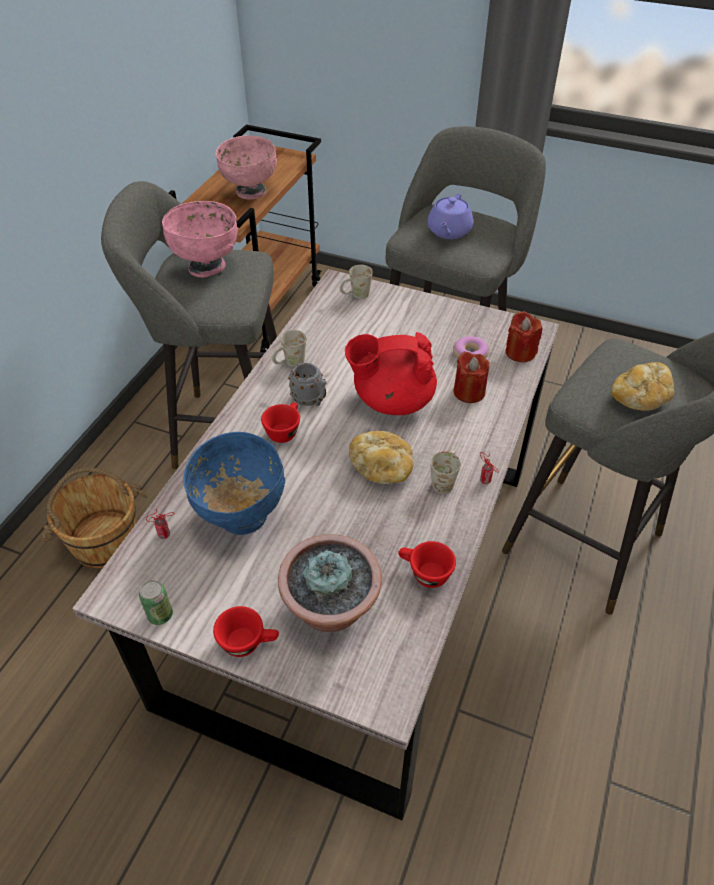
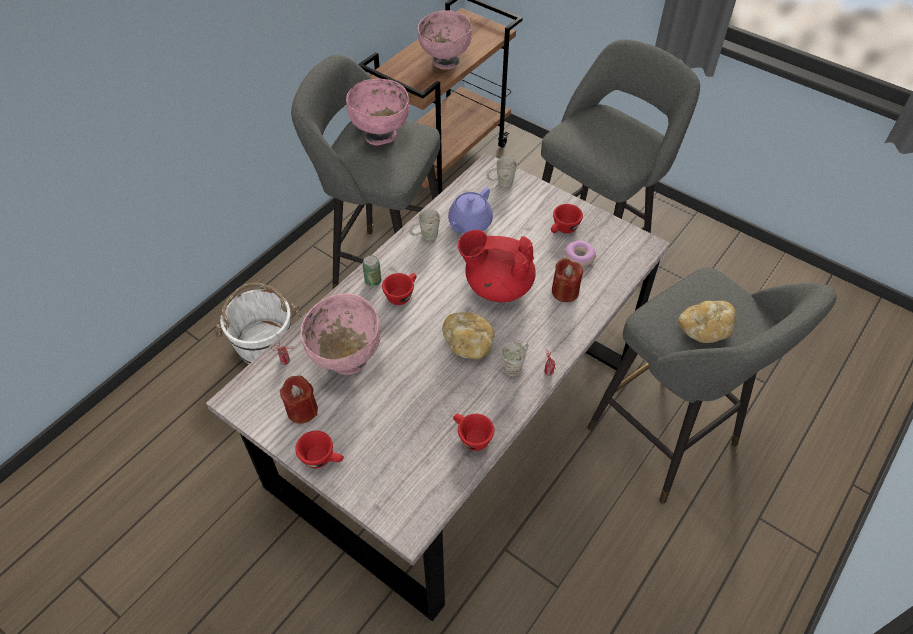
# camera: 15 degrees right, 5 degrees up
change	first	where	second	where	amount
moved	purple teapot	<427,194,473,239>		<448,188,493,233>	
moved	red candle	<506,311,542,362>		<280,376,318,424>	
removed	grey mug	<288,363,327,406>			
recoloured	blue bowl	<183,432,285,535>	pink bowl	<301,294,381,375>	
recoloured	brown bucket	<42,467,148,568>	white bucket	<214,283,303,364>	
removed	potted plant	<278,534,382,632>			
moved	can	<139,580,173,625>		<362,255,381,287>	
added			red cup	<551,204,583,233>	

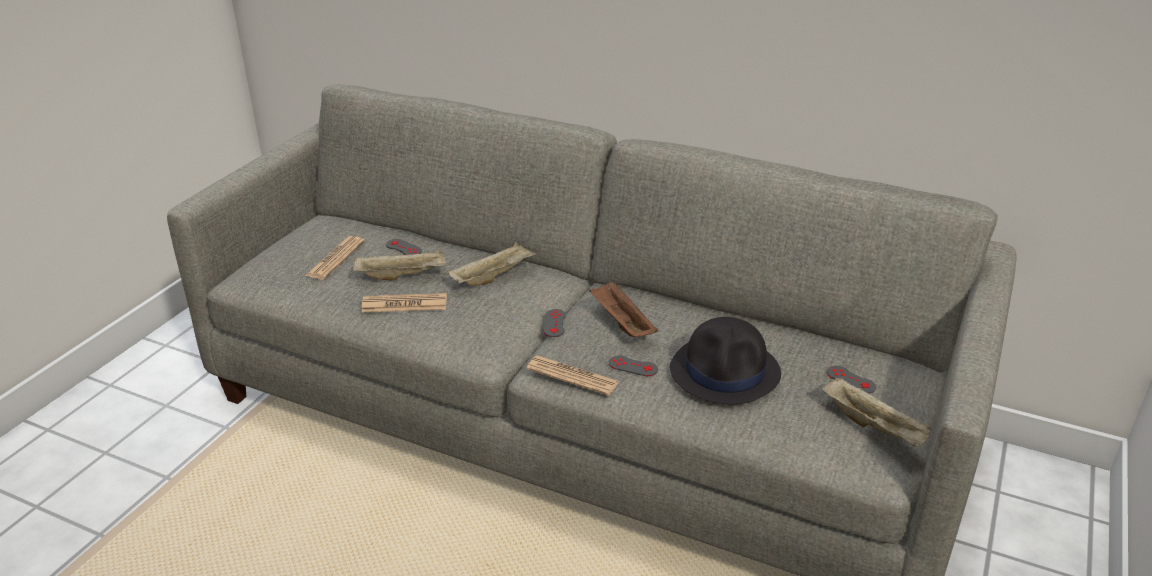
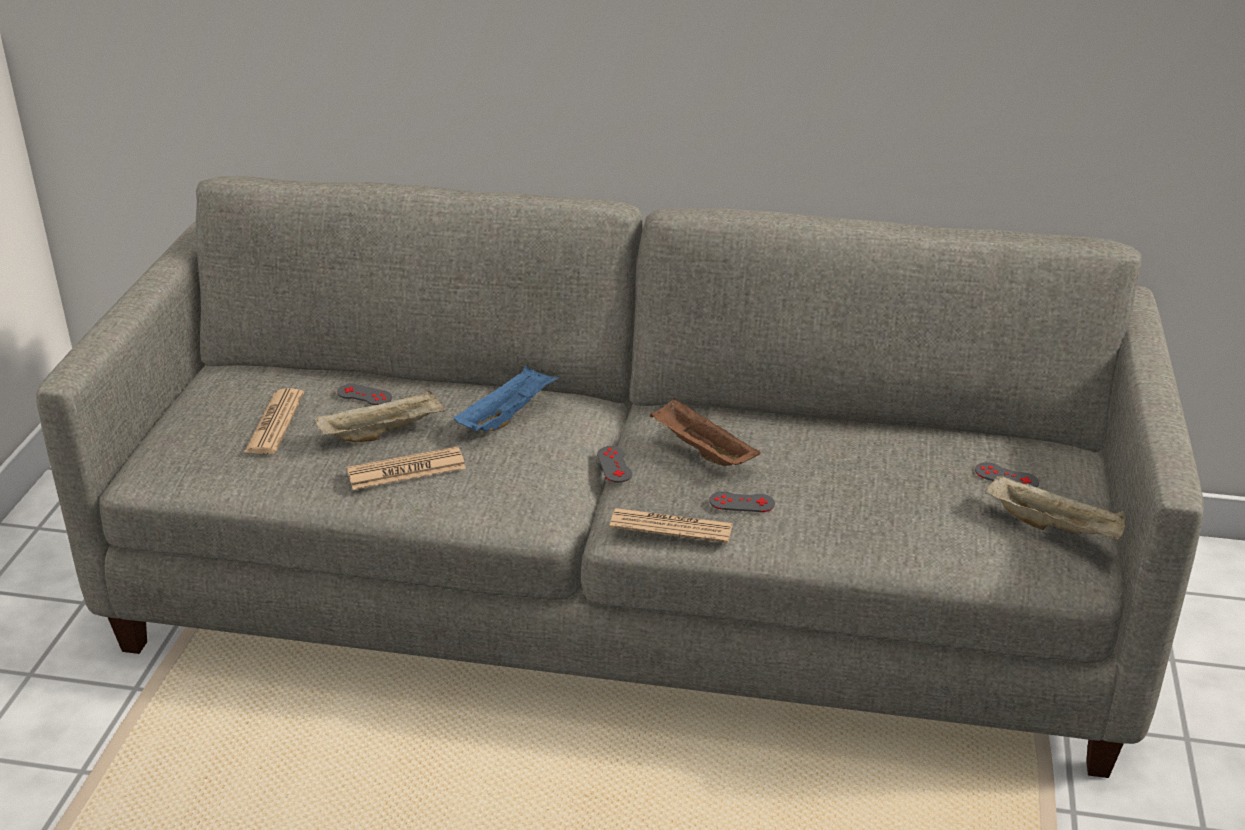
# camera: 15 degrees left, 0 degrees up
change	first	where	second	where	amount
recoloured	beige tray	<448,242,537,286>	blue tray	<453,366,559,432>	
removed	black hat	<670,317,781,405>			

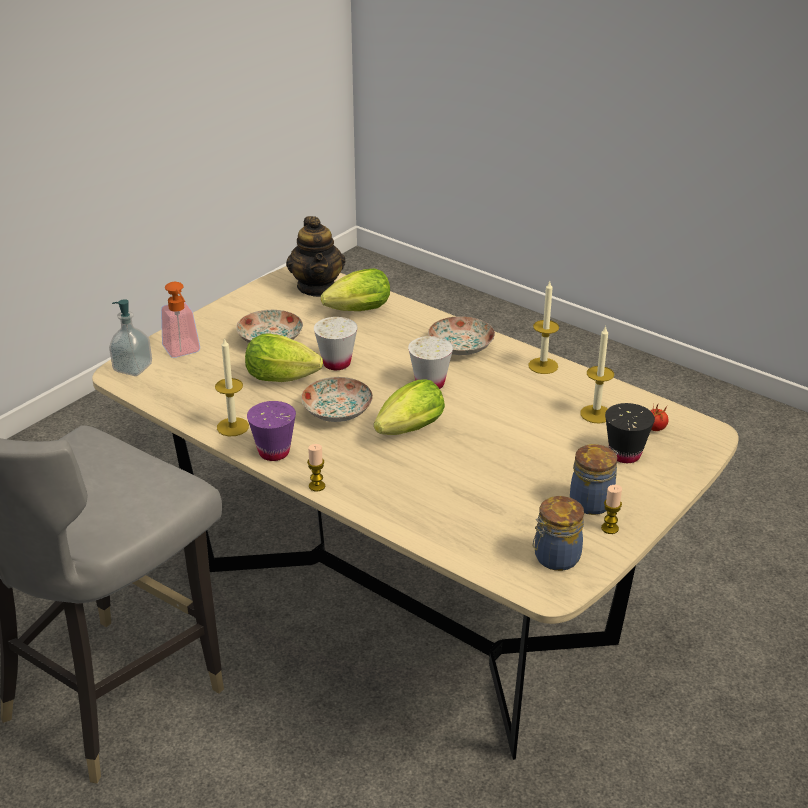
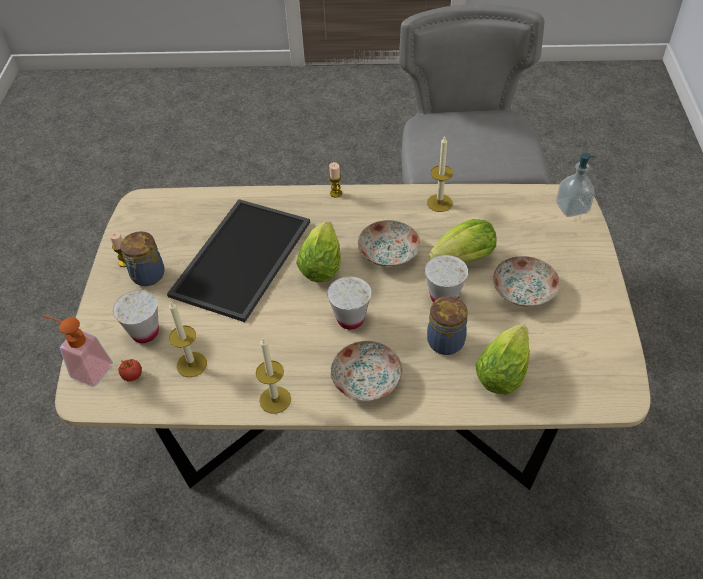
# camera: 145 degrees right, 15 degrees up
change	first	where	second	where	amount
removed	teapot	<286,216,345,297>			
moved	soap dispenser	<161,282,200,358>		<42,315,113,387>	
removed	purple cup	<247,401,296,461>			
recoloured	black cup	<605,403,655,463>	white cup	<113,290,159,343>	
moved	jar	<533,496,584,571>		<427,296,468,355>	
added			tray	<167,199,310,322>	

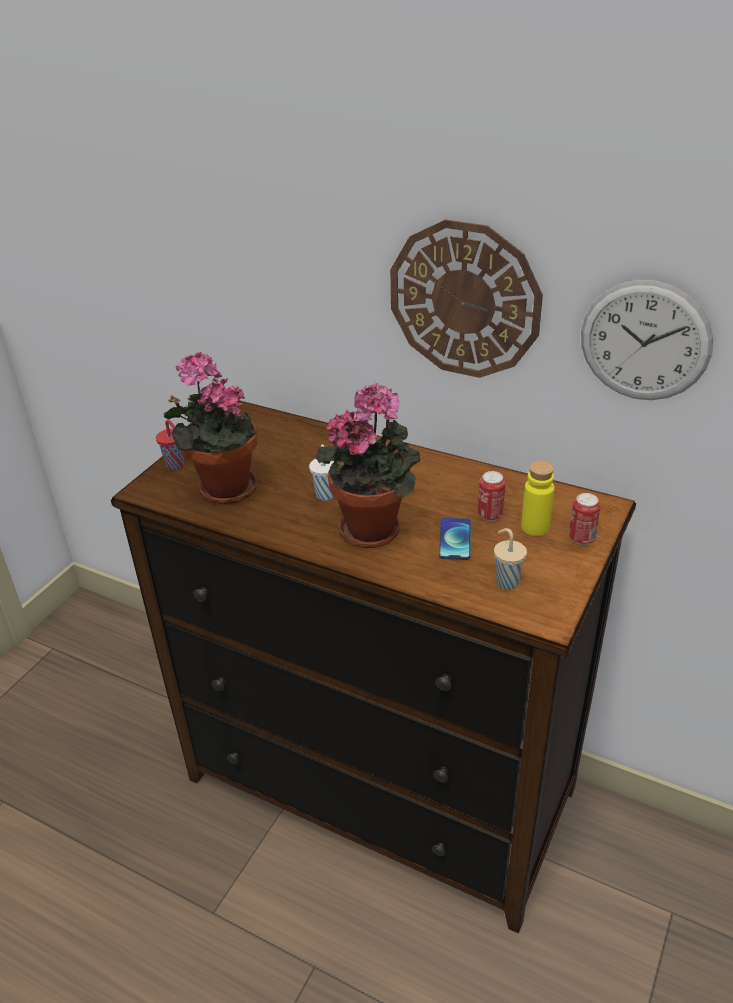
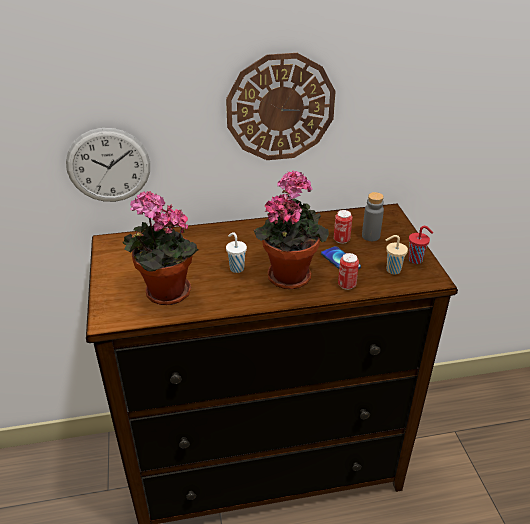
# camera: 40 degrees left, 0 degrees up
change	first	where	second	where	amount
moved	wall clock	<581,280,713,400>		<66,128,150,202>	
moved	red cup	<156,420,184,470>		<408,226,433,264>	
recoloured	yellow bottle	<521,461,555,536>	grey bottle	<362,192,384,241>	
moved	can	<569,493,600,545>		<338,253,359,290>	

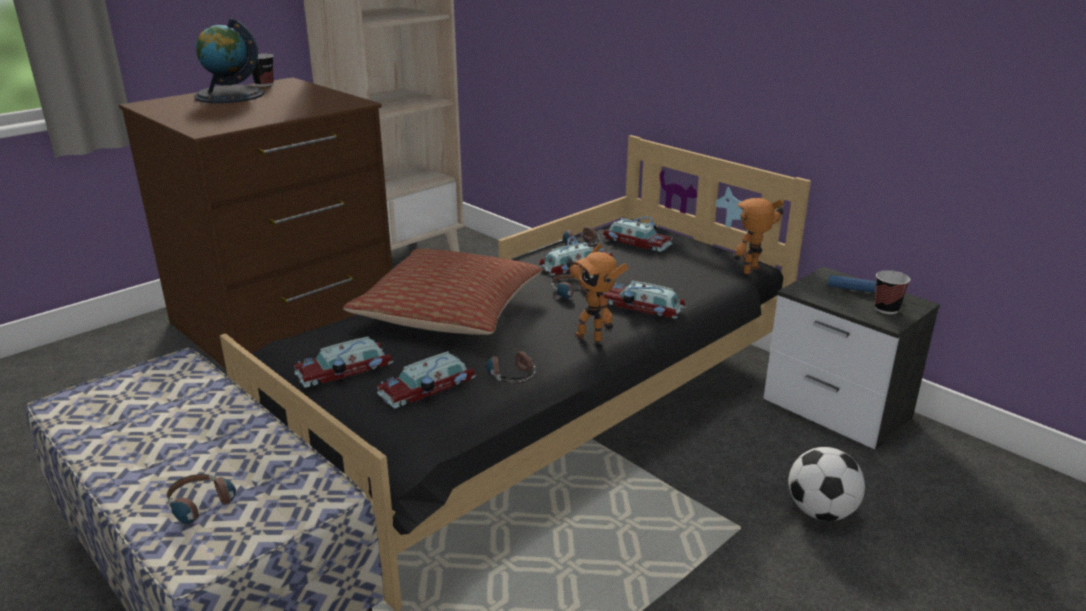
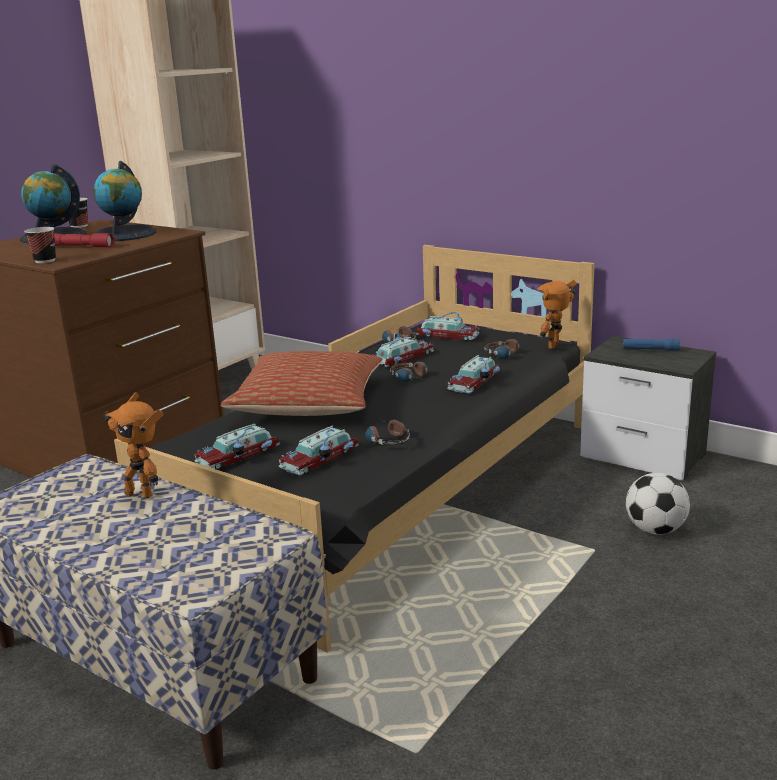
# camera: 10 degrees left, 5 degrees down
change	first	where	second	where	amount
moved	toy robot	<565,243,629,342>		<103,392,163,498>	
moved	cup	<875,270,910,314>		<24,227,56,263>	
turned	toy car	<603,281,686,319>		<447,355,500,393>	75 degrees counterclockwise
moved	headphones	<165,473,236,527>		<484,339,524,359>	
added			globe	<94,161,157,241>	
added			red flashlight	<54,233,115,247>	

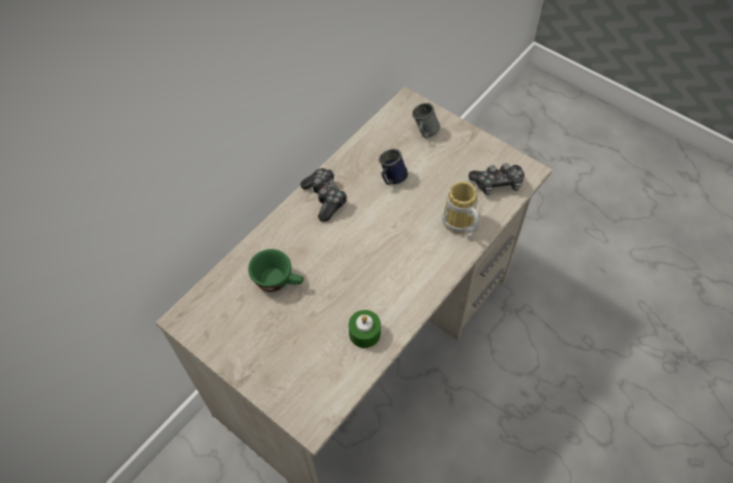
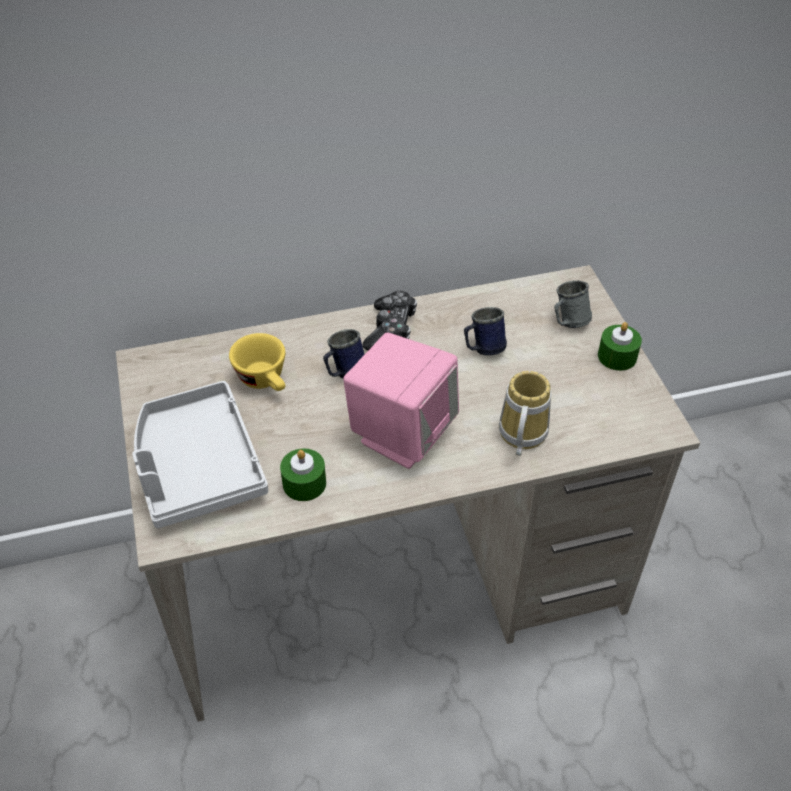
# camera: 35 degrees right, 10 degrees down
change	first	where	second	where	amount
removed	game controller	<468,163,524,195>			
recoloured	green cup	<248,249,304,292>	yellow cup	<229,333,286,391>	
added			green candle	<598,322,642,371>	
added			blue mug	<323,329,365,379>	
added			pink speaker	<343,332,459,469>	
added			grey tray	<132,381,268,528>	

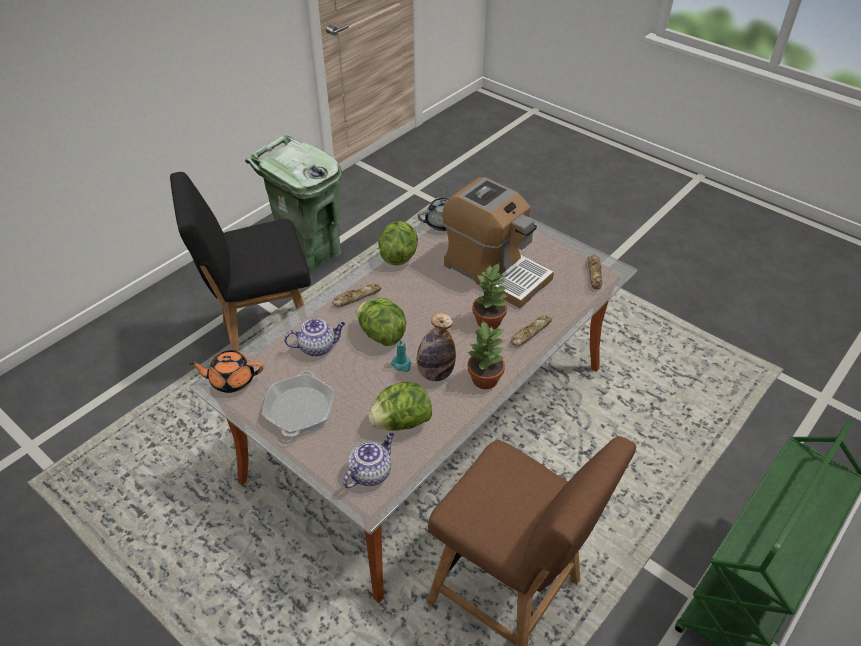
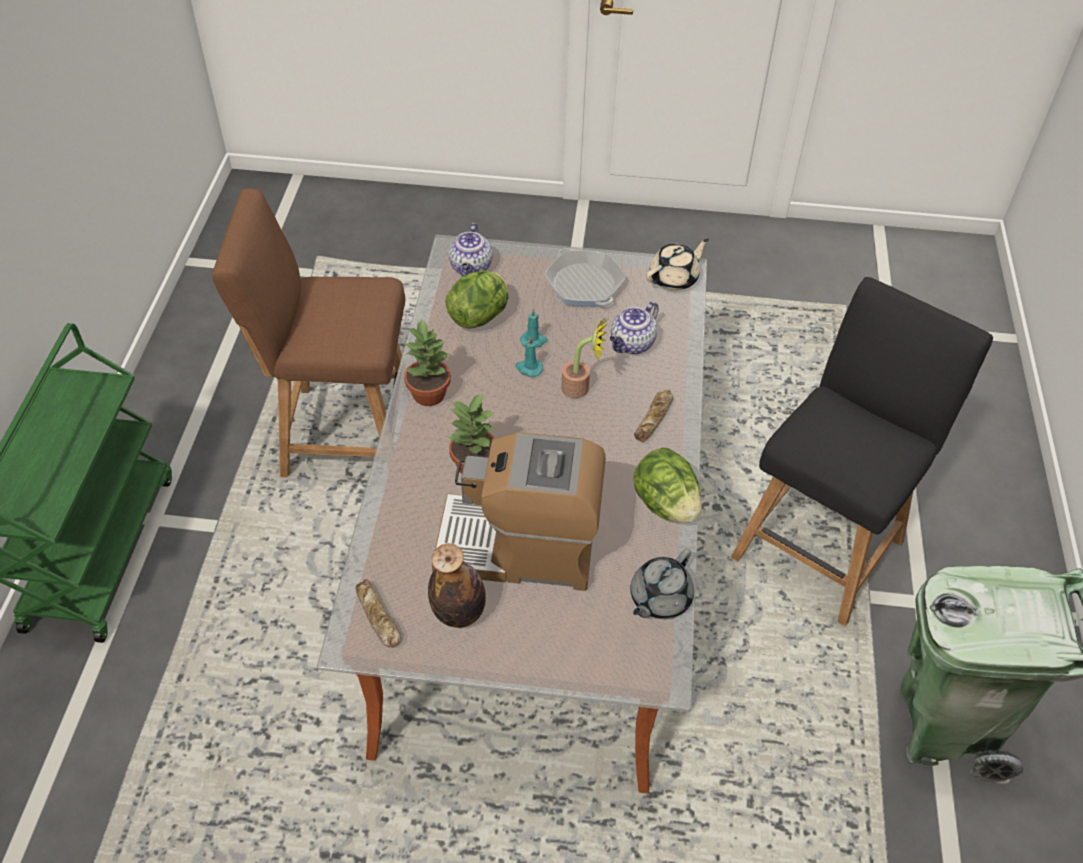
# camera: 145 degrees right, 5 degrees up
change	first	where	second	where	amount
replaced	lettuce	<356,298,406,346>	potted plant	<561,317,608,398>	
moved	bottle	<417,313,456,381>		<428,543,486,628>	
removed	bread	<511,316,552,347>			
recoloured	orange teapot	<189,350,264,393>	beige teapot	<646,239,709,291>	
added			turquoise candle	<520,308,548,347>	

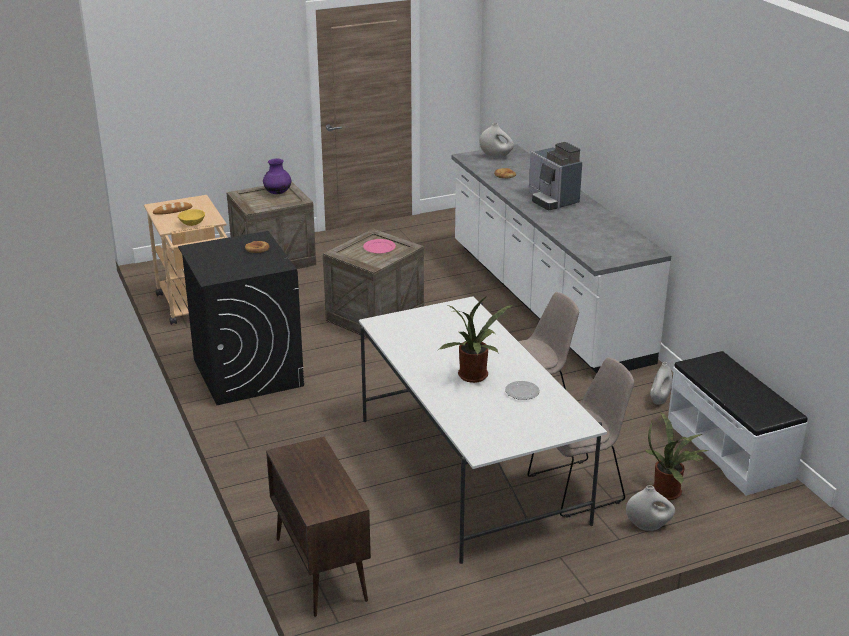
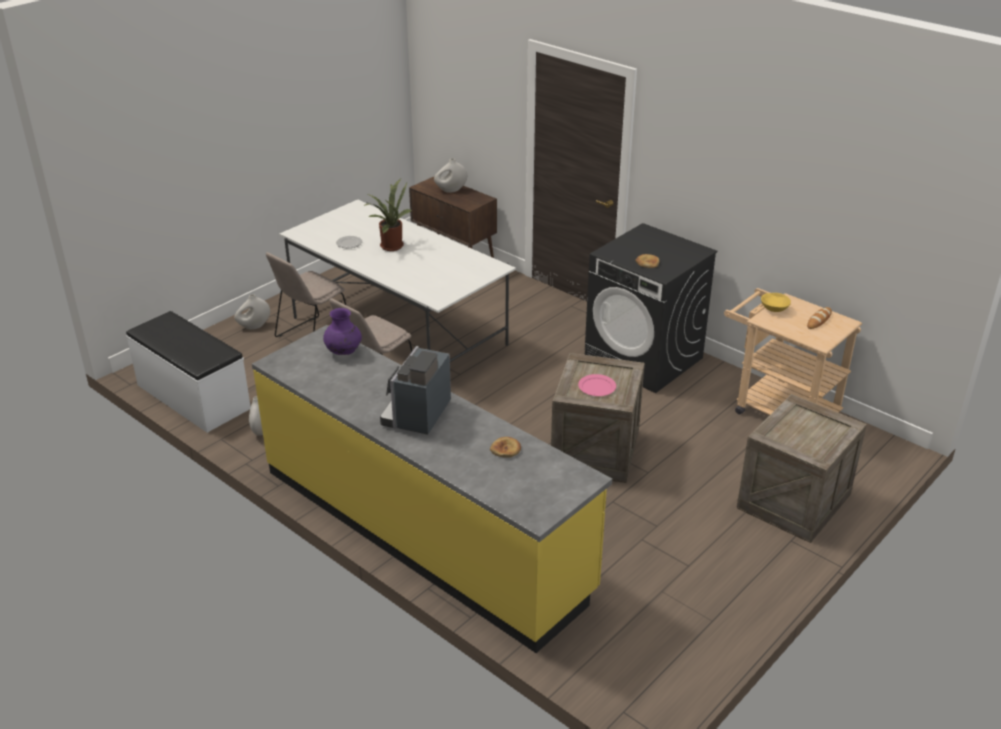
# camera: 155 degrees right, 5 degrees up
change	first	where	second	where	amount
moved	white vase	<480,123,514,159>		<434,159,467,192>	
turned	coffee machine	<529,142,582,211>		<380,346,451,435>	105 degrees counterclockwise
recoloured	white counter	<452,144,671,373>	yellow counter	<252,325,612,653>	
moved	purple vase	<263,159,291,194>		<323,308,362,355>	
removed	potted plant	<645,411,708,500>			

